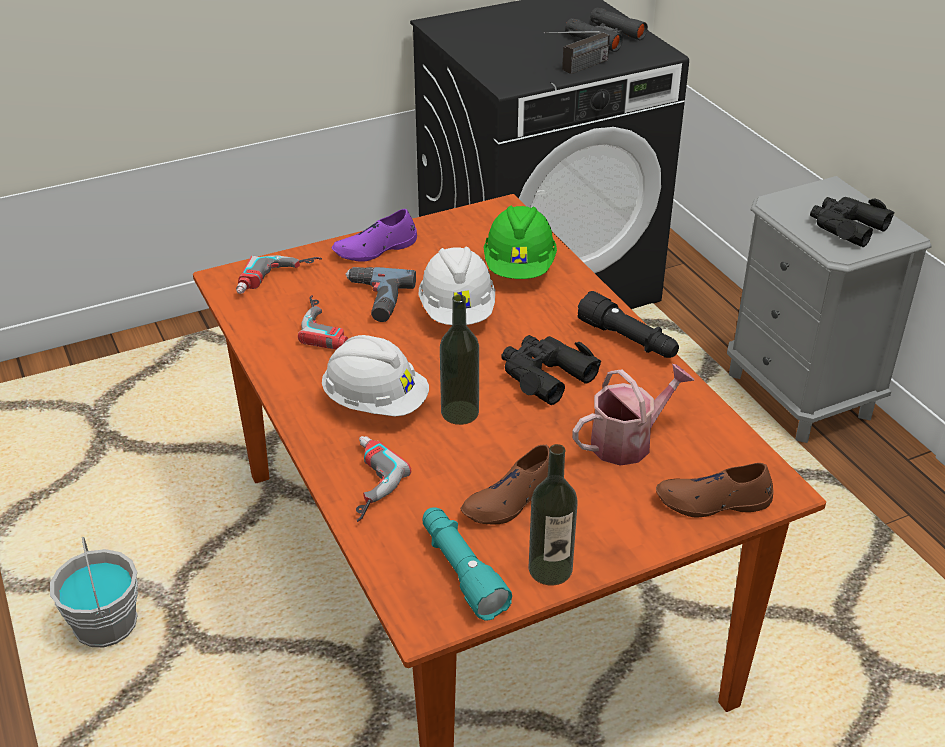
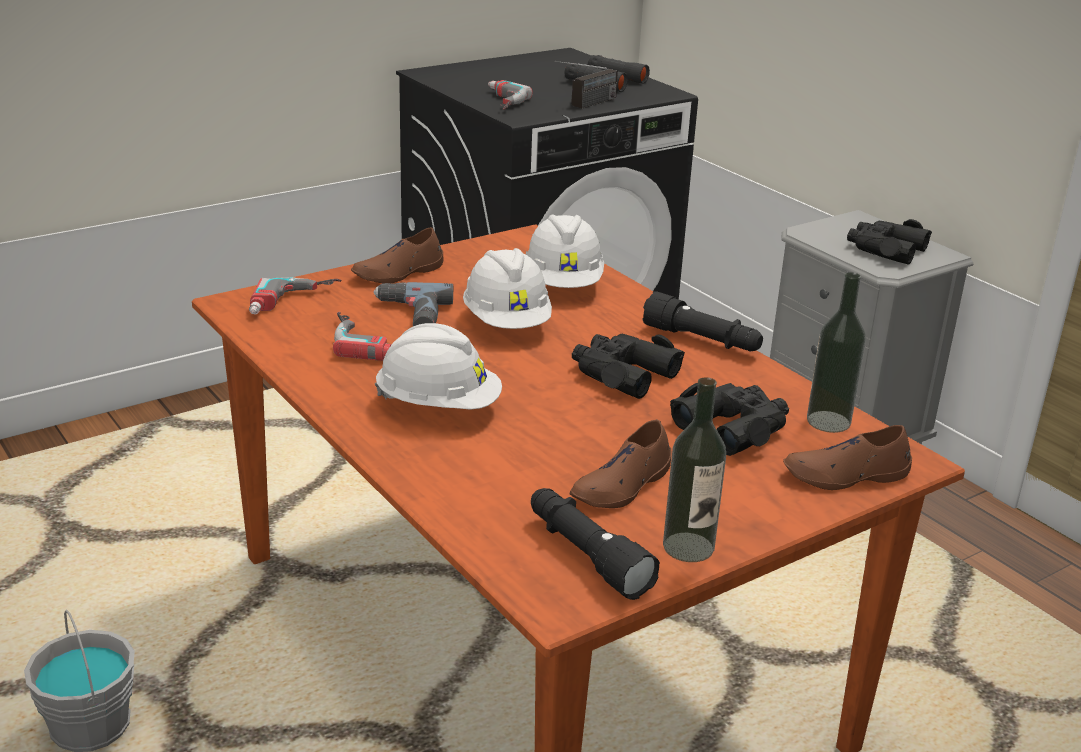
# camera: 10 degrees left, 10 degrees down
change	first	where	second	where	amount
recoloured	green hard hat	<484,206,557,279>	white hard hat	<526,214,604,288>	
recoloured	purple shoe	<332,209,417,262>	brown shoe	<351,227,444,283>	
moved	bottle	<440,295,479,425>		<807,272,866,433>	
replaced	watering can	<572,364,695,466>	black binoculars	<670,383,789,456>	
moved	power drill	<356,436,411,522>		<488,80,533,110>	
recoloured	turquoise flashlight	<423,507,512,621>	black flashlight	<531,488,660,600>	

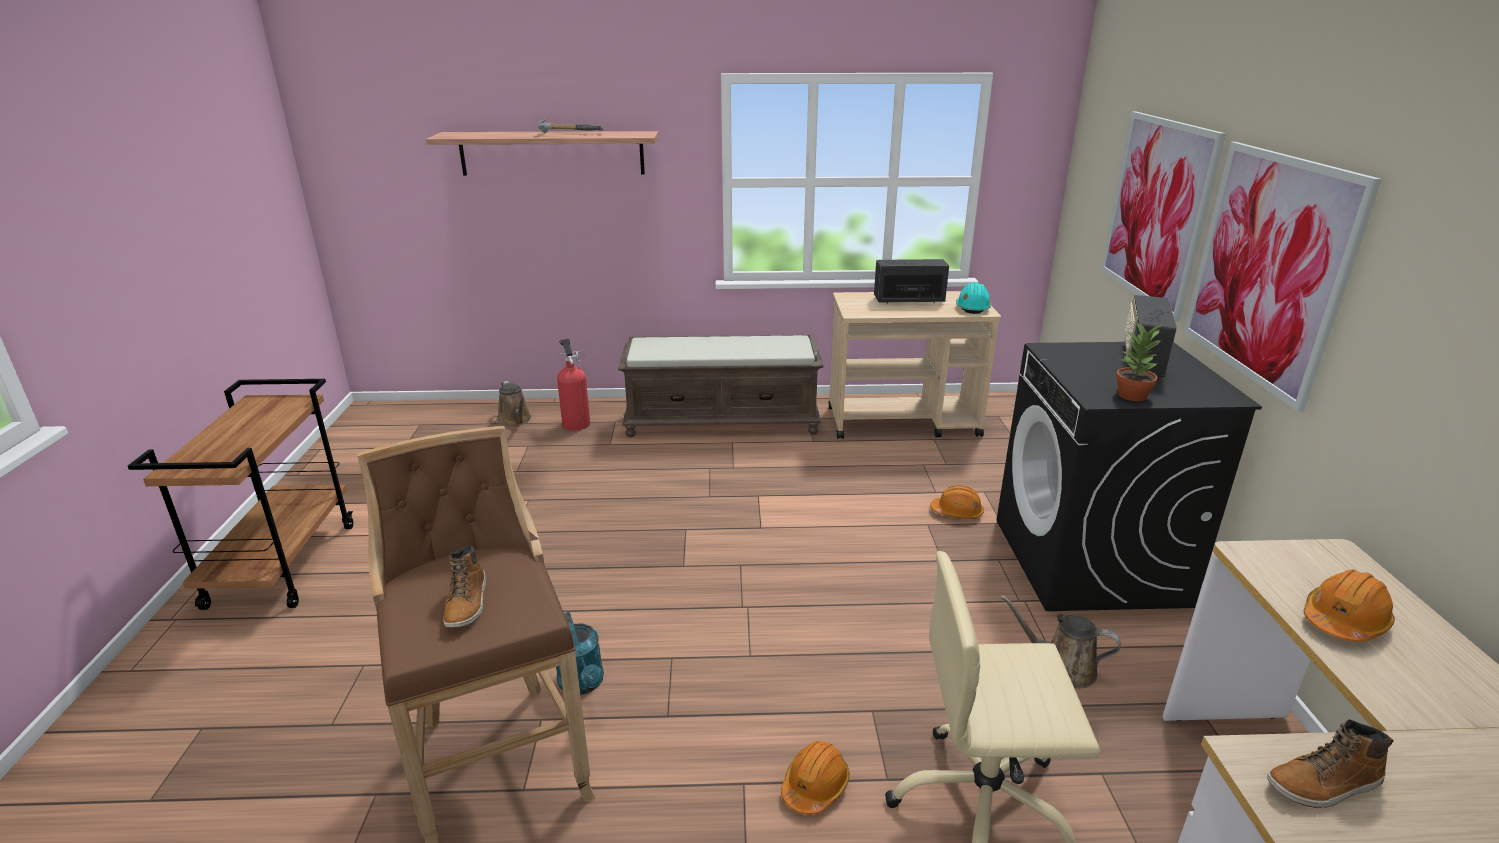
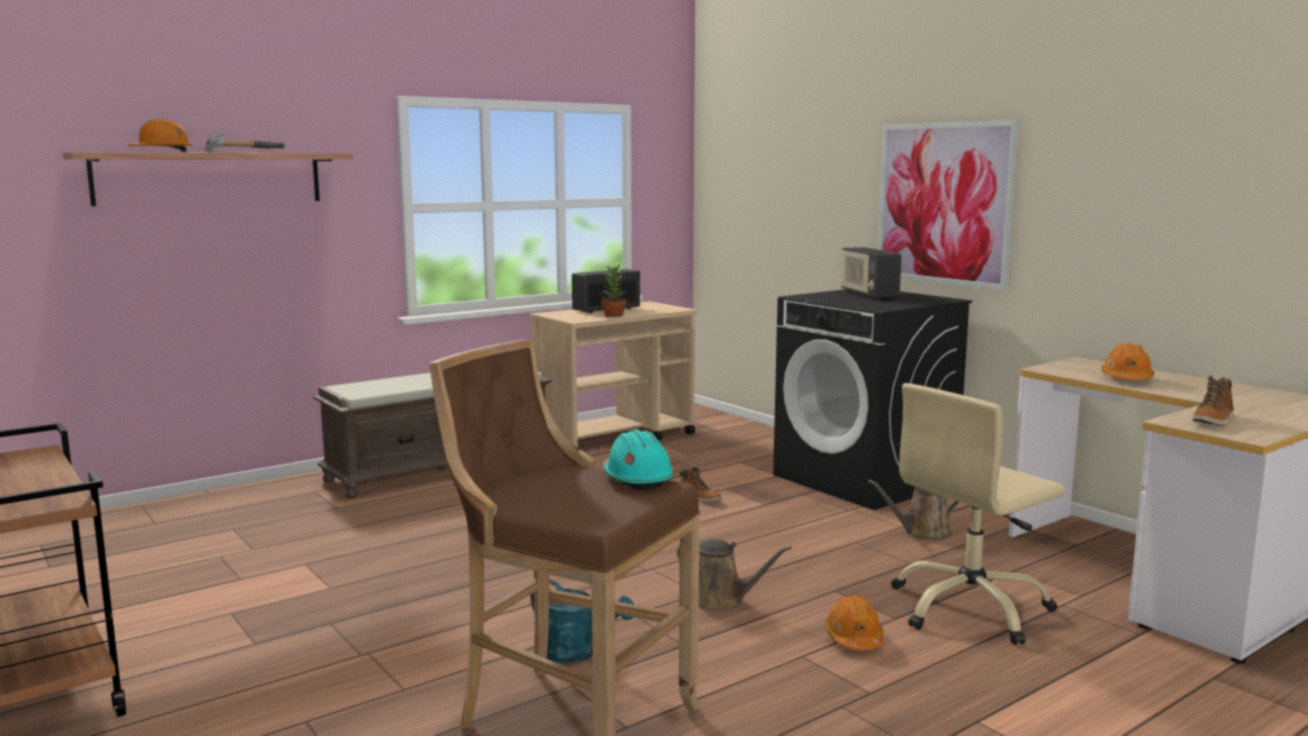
# camera: 35 degrees left, 15 degrees down
change	first	where	second	where	amount
removed	picture	<1101,111,1226,321>			
moved	turquoise hard hat	<956,282,992,314>		<602,429,674,490>	
moved	potted plant	<1116,322,1162,401>		<601,264,627,317>	
removed	fire extinguisher	<557,339,590,430>			
moved	brown watering can	<498,381,531,427>		<676,539,792,611>	
moved	orange hard hat	<930,485,984,519>		<128,119,192,152>	
moved	boot	<443,546,486,628>		<679,467,722,503>	

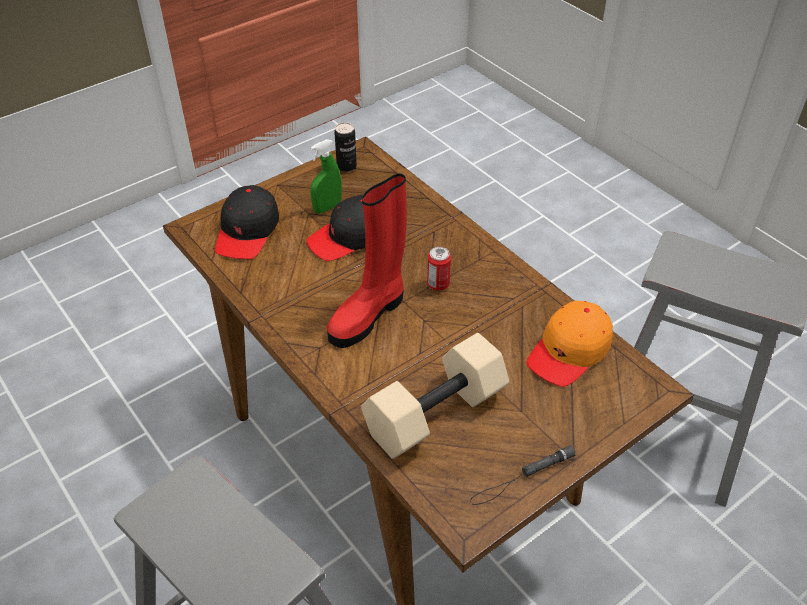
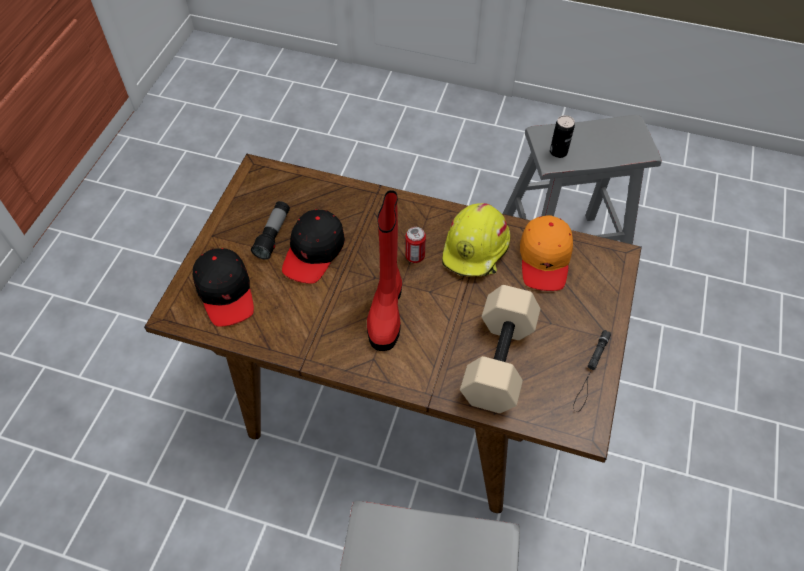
# camera: 35 degrees left, 10 degrees up
change	first	where	second	where	amount
moved	can	<334,122,357,172>		<550,115,575,158>	
replaced	green spray bottle	<310,139,342,214>	flashlight	<251,201,290,260>	
added			yellow hard hat	<442,203,510,276>	

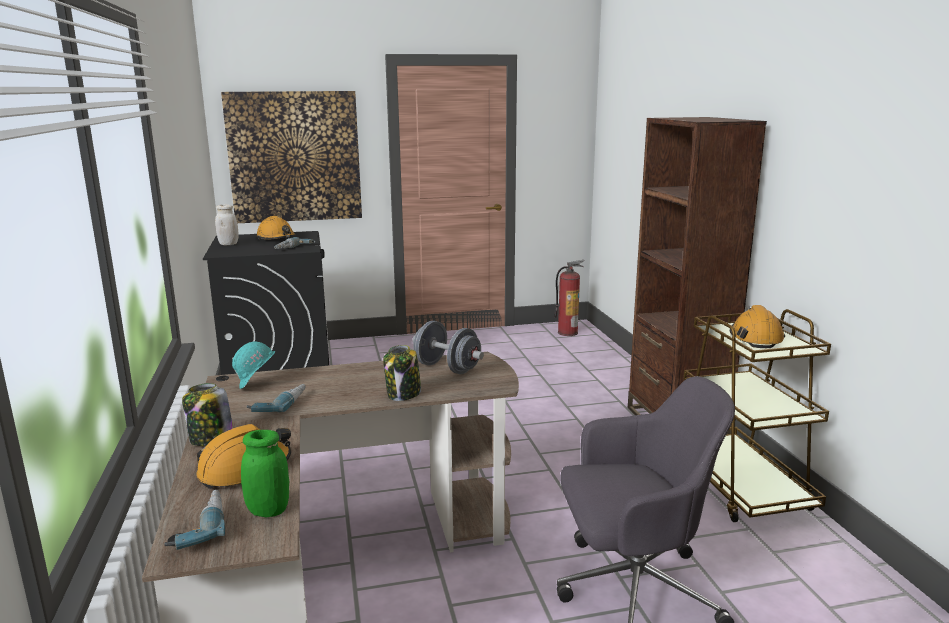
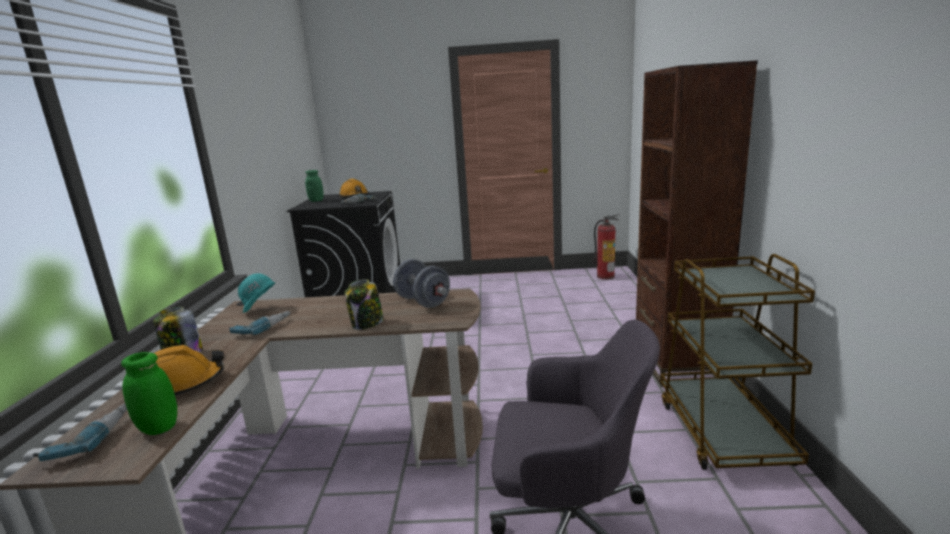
# camera: 15 degrees right, 0 degrees up
change	first	where	second	where	amount
removed	picture	<221,91,362,223>			
recoloured	white jar	<215,205,239,245>	green jar	<305,170,324,202>	
removed	orange hard hat	<730,305,785,348>			

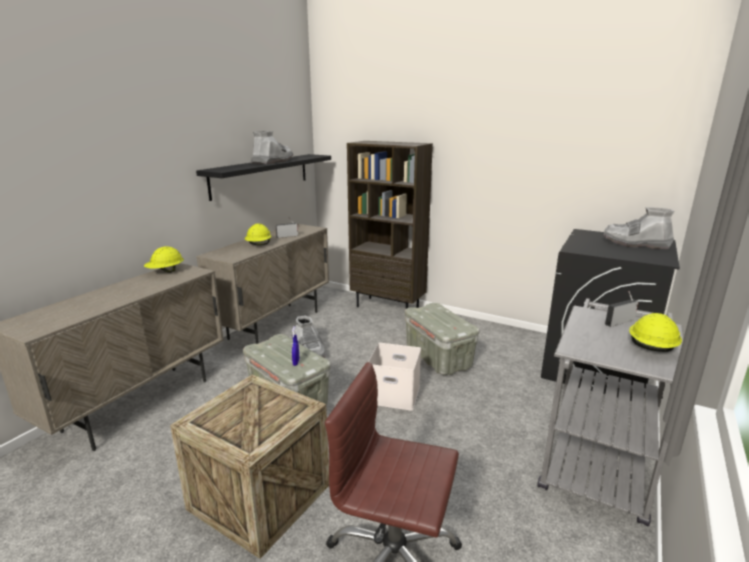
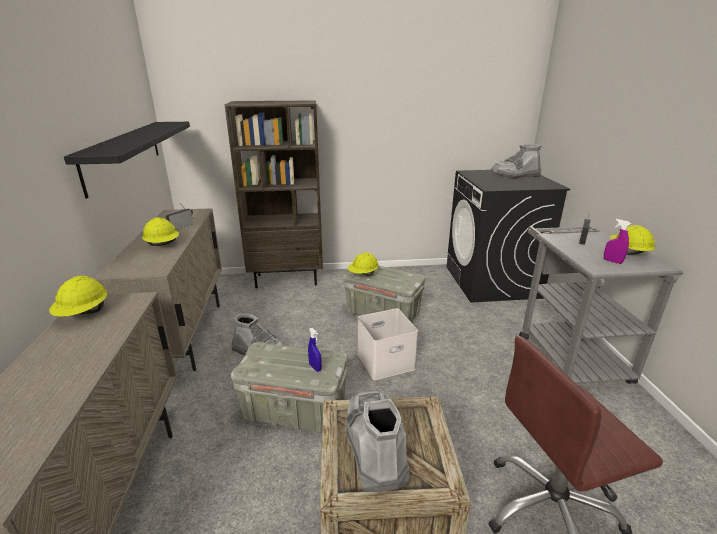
# camera: 35 degrees left, 5 degrees up
change	first	where	second	where	amount
moved	grey boot	<250,131,293,164>		<345,390,409,492>	
added			purple spray bottle	<604,219,631,264>	
added			yellow hard hat	<348,252,379,276>	

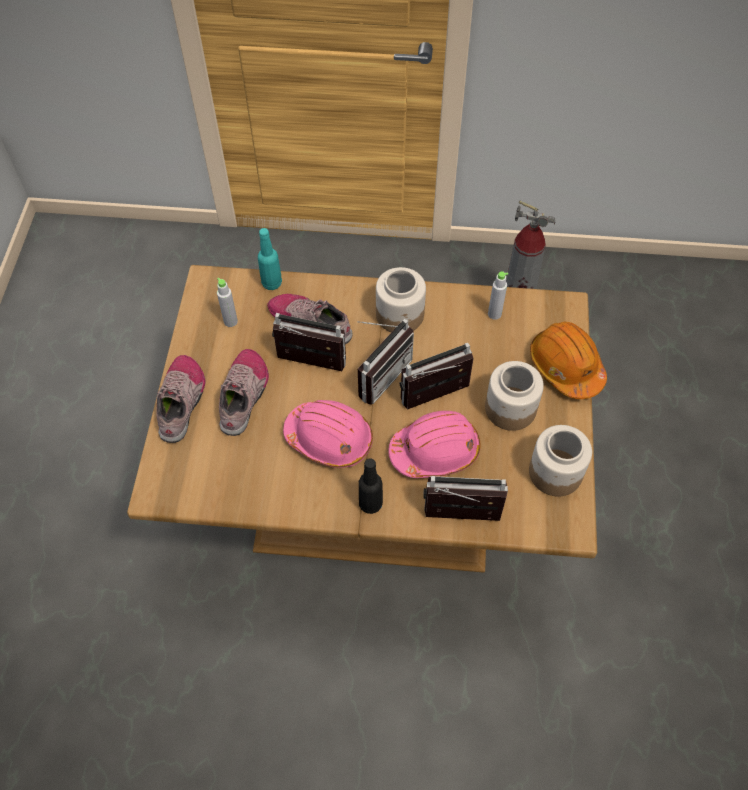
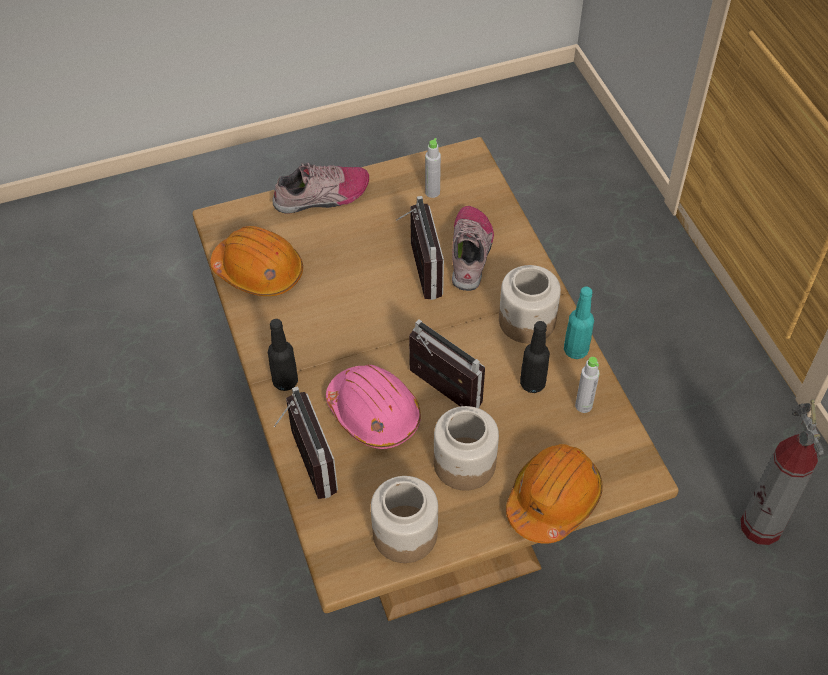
# camera: 65 degrees right, 5 degrees down
change	first	where	second	where	amount
moved	turquoise bottle	<258,228,282,290>		<564,287,594,359>	
removed	radio	<358,319,414,405>			
removed	shoe	<219,349,269,436>			
removed	pink hard hat	<283,400,373,468>			
added			orange hard hat	<210,226,303,296>	
added			black bottle	<520,321,550,393>	

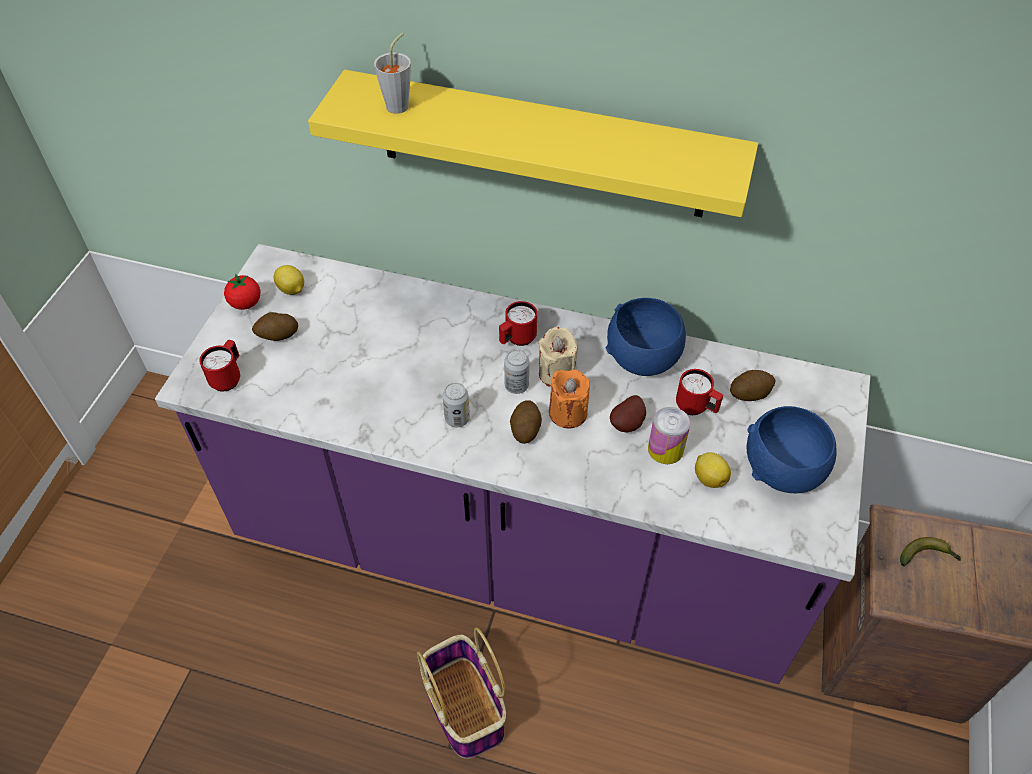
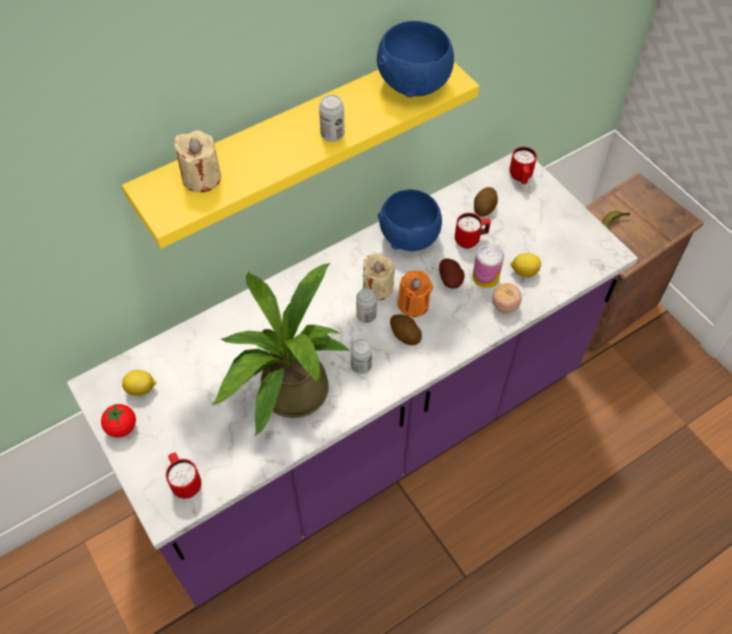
# camera: 50 degrees left, 5 degrees up
change	first	where	second	where	amount
replaced	grey cup	<374,33,411,114>	beige candle	<174,130,221,192>	
moved	red mug	<499,301,537,346>		<509,147,537,184>	
removed	potato	<252,312,298,341>			
moved	blue bowl	<747,406,837,493>		<377,21,454,98>	
removed	basket	<417,627,506,759>			
added			can	<319,95,345,142>	
added			potted plant	<212,263,349,436>	
added			tomato	<492,283,522,313>	

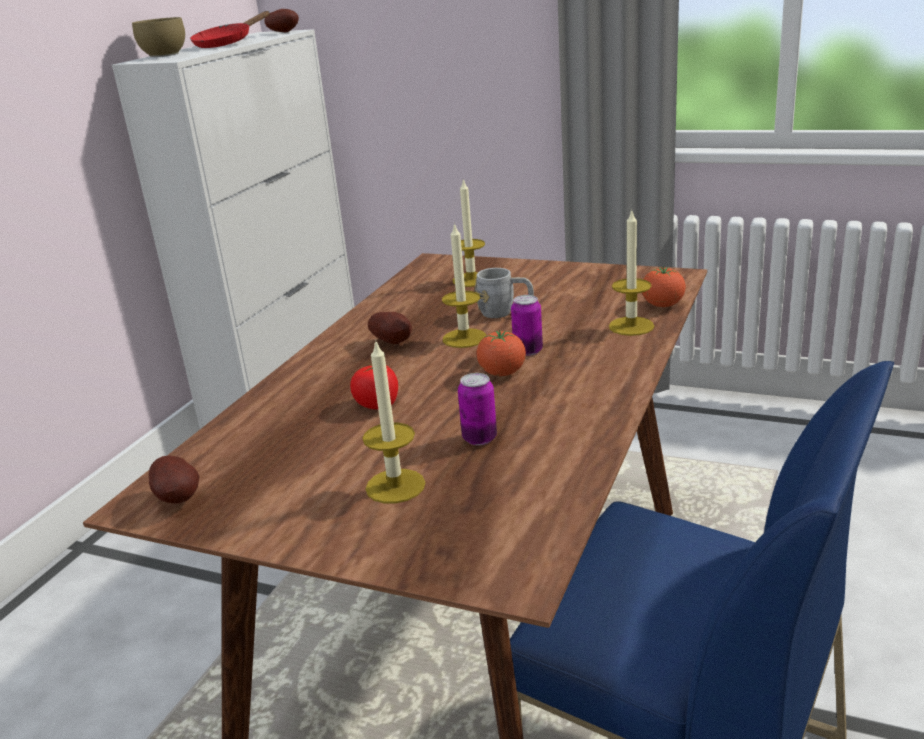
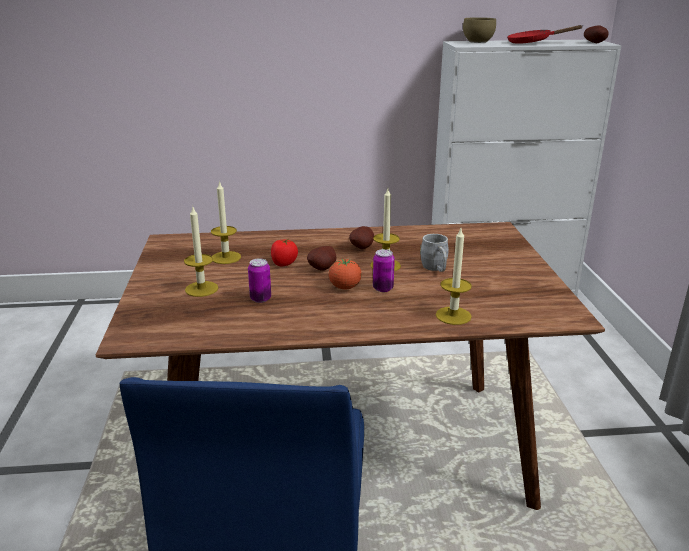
# camera: 60 degrees right, 0 degrees up
change	first	where	second	where	amount
moved	candle	<453,178,485,287>		<211,181,241,264>	
removed	tomato	<642,266,686,307>			
moved	potato	<149,455,200,504>		<307,246,336,270>	

